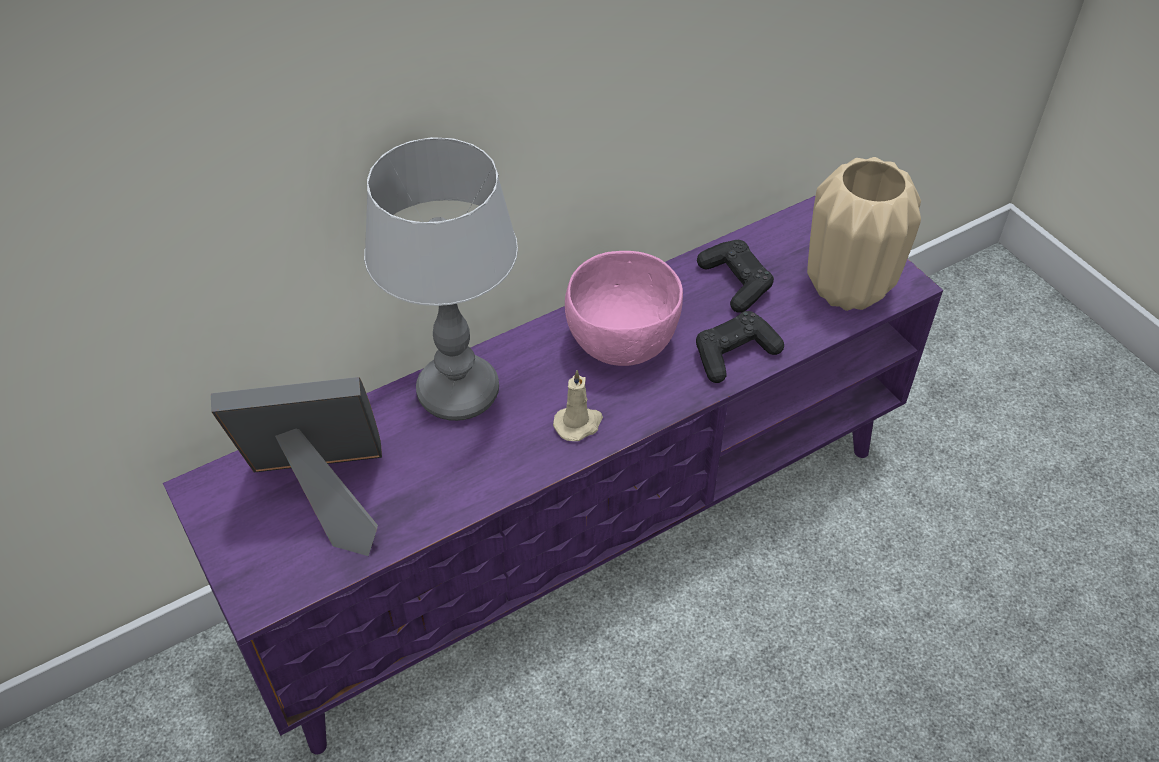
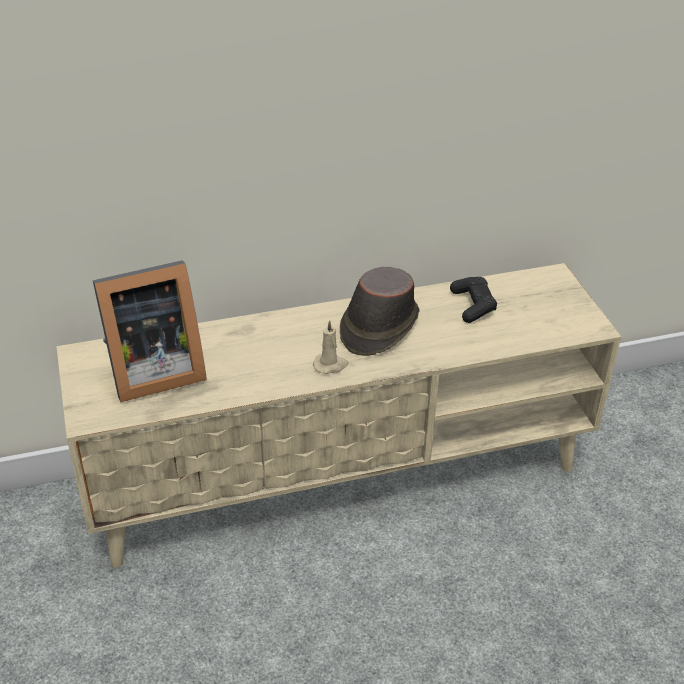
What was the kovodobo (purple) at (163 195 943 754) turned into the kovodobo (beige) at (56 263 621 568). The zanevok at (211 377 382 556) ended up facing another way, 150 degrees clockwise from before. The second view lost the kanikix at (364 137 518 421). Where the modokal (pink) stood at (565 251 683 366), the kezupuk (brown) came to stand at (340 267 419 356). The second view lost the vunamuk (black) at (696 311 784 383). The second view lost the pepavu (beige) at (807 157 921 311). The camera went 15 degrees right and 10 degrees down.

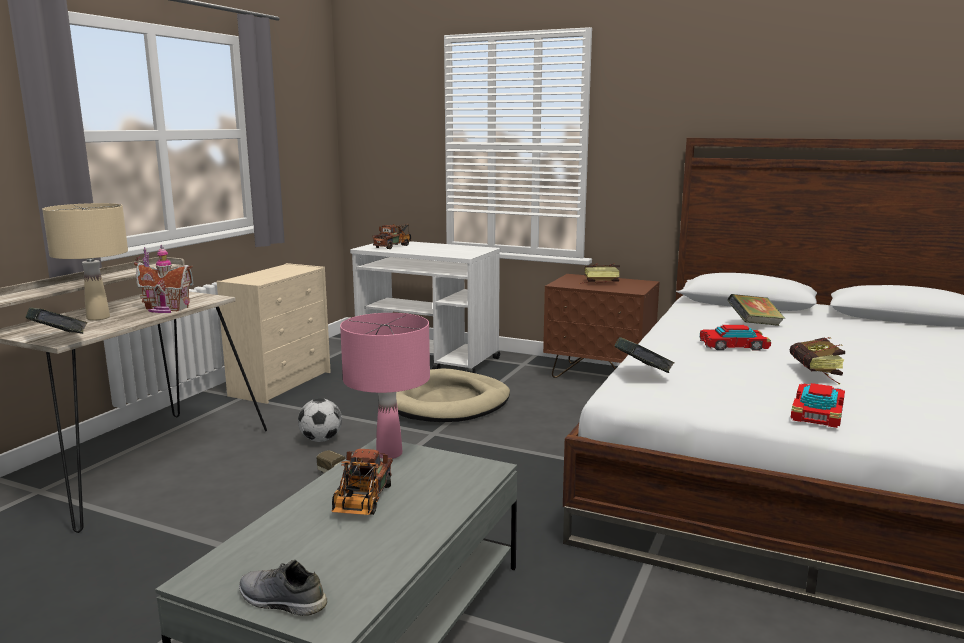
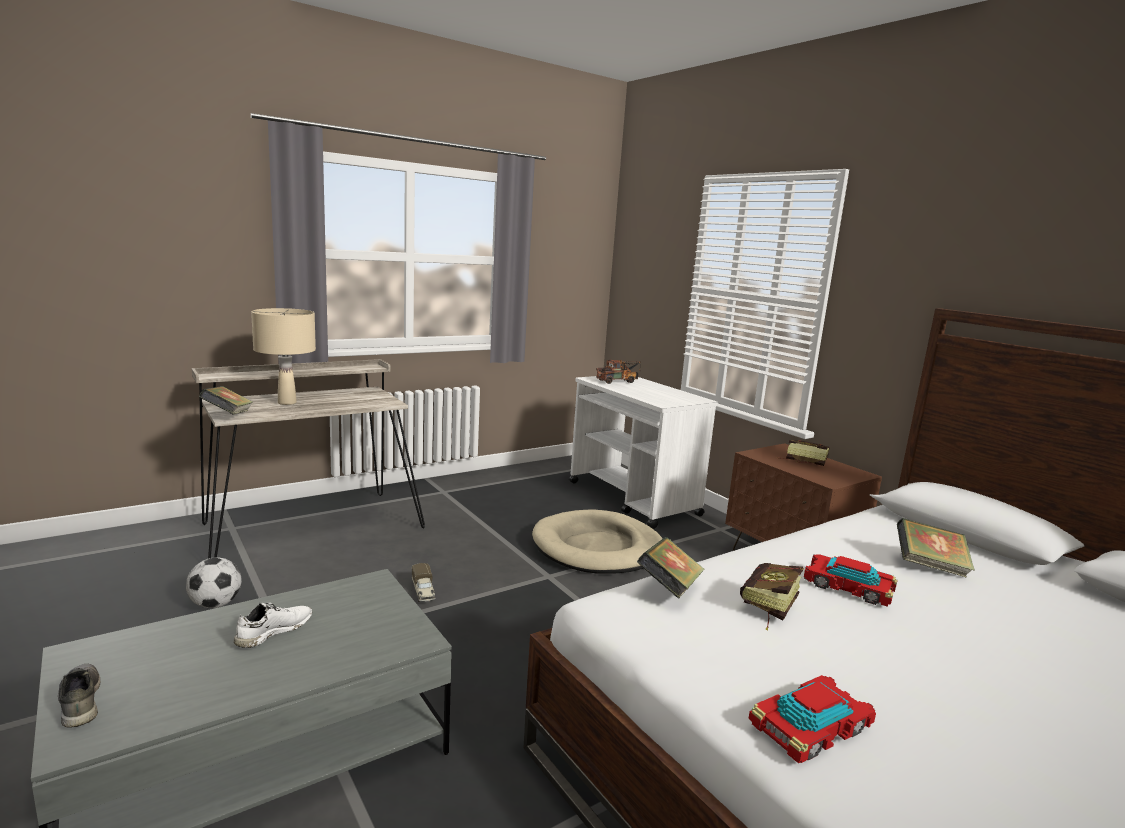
The second view lost the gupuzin at (134 245 194 313). The second view lost the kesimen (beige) at (217 263 331 404). The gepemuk ended up elsewhere, having gone from (298 398 342 442) to (186 557 242 608). Where the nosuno stood at (331 449 393 515), the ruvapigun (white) came to stand at (234 603 312 648). The second view lost the kanikix (pink) at (340 313 430 459). The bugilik ended up elsewhere, having gone from (790 337 845 384) to (740 563 804 630). The camera went 30 degrees right and 0 degrees up.

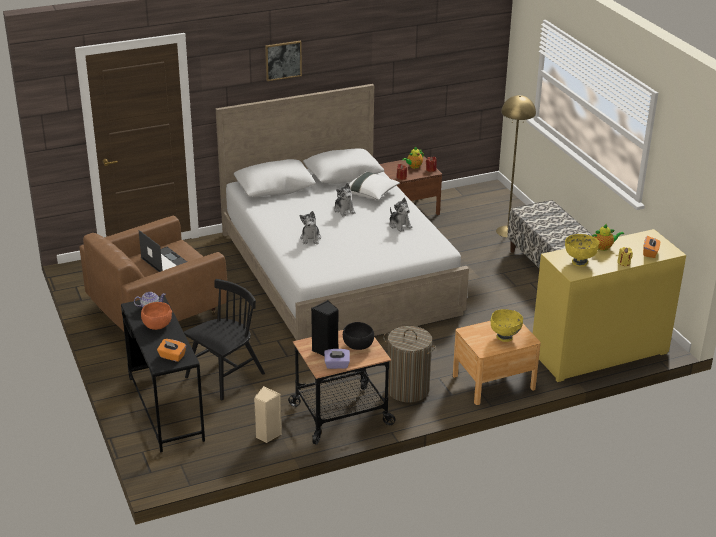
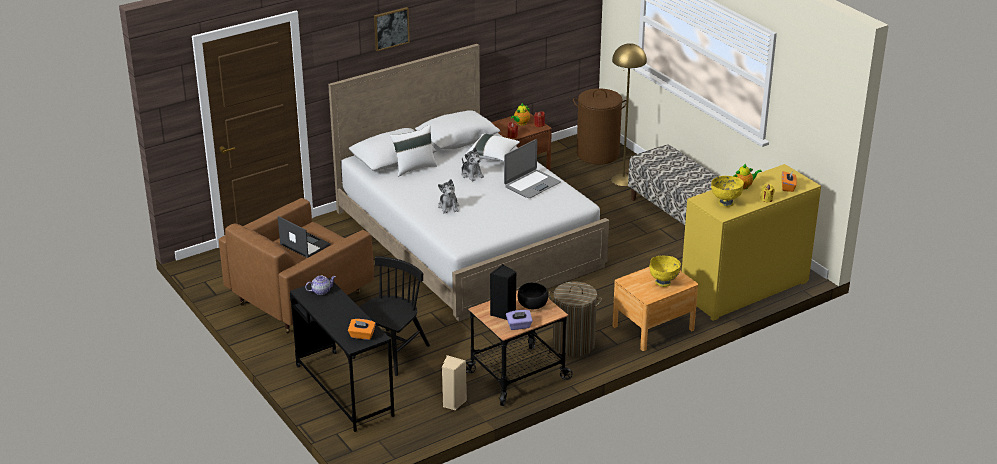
The second view lost the modokal (orange) at (141 302 172 330). Where the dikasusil stood at (389 197 412 232), the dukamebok came to stand at (504 139 561 198). The second view gained the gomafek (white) at (390 124 437 177). The second view gained the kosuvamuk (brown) at (573 88 626 165). The camera went 10 degrees left and 0 degrees up.

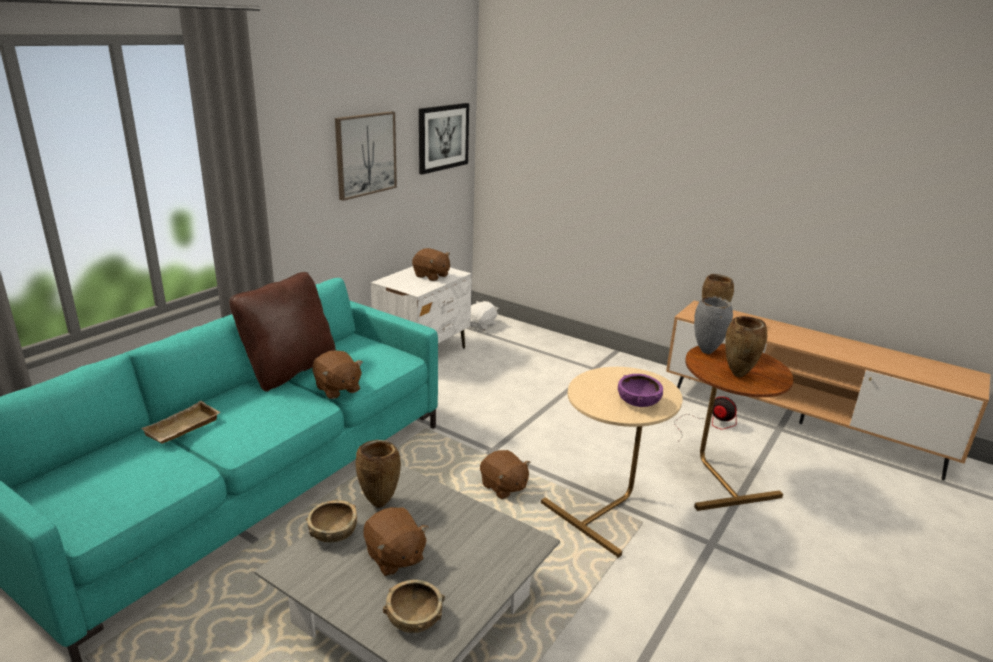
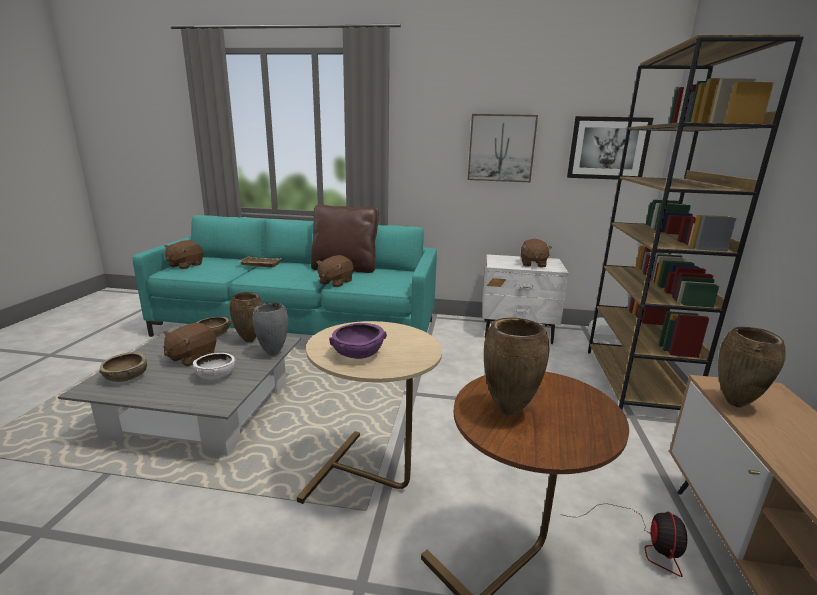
The dikasusil (brown) ended up elsewhere, having gone from (480 450 530 499) to (164 240 203 269). The pepavu (grey) ended up elsewhere, having gone from (694 296 733 354) to (253 303 288 356). The second view gained the modokal (white) at (193 353 236 380). The second view gained the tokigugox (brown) at (588 34 804 410). The camera went 65 degrees right and 5 degrees down.

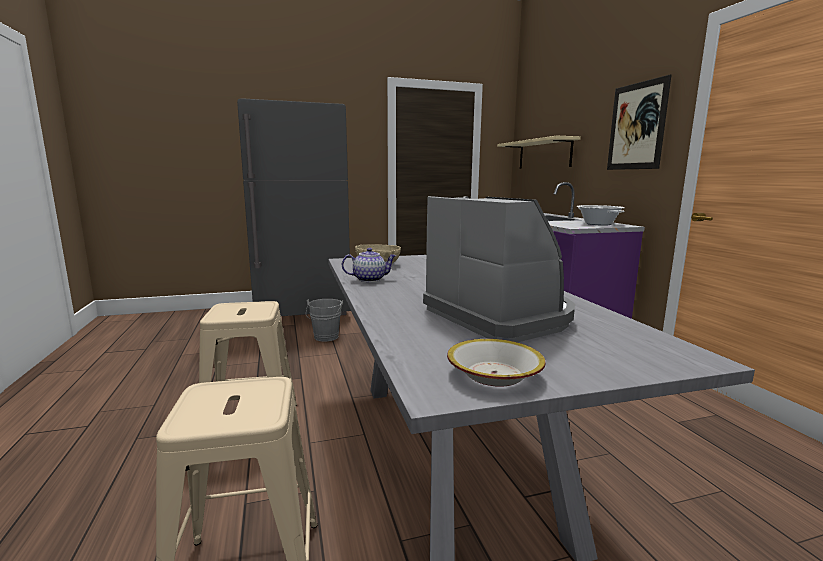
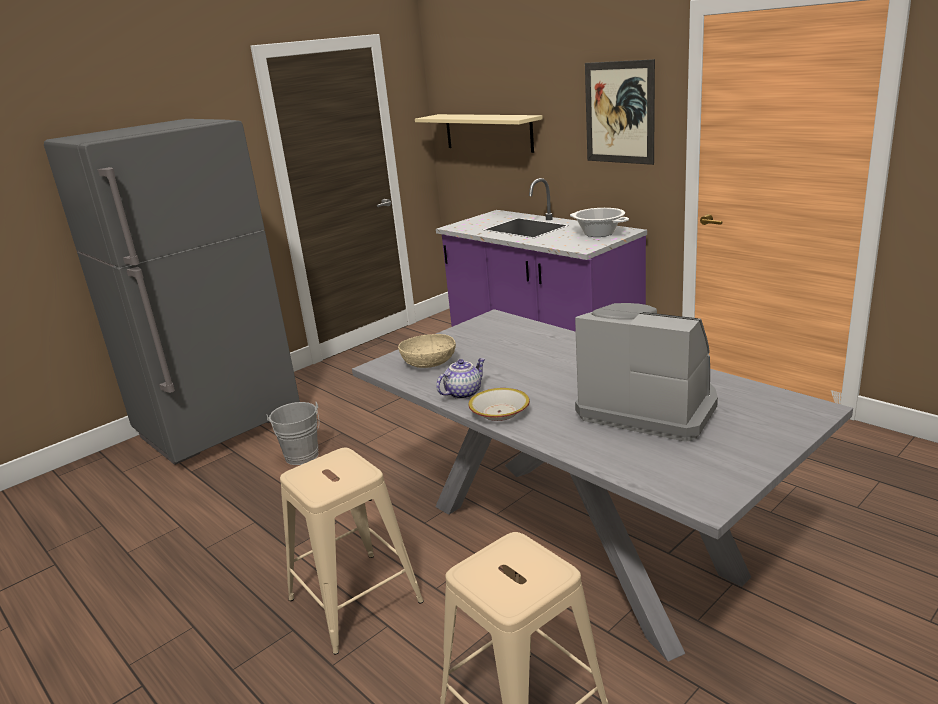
The modokal ended up elsewhere, having gone from (447 339 546 387) to (469 388 530 421). The camera went 25 degrees left and 10 degrees up.

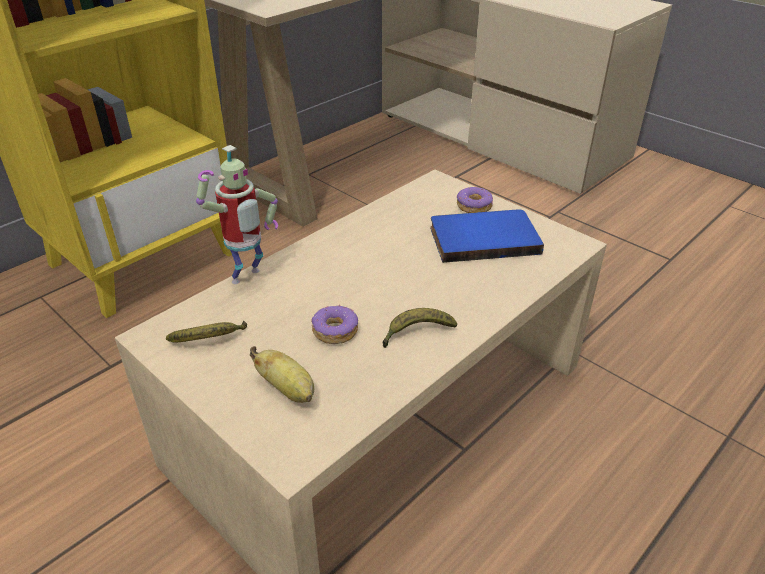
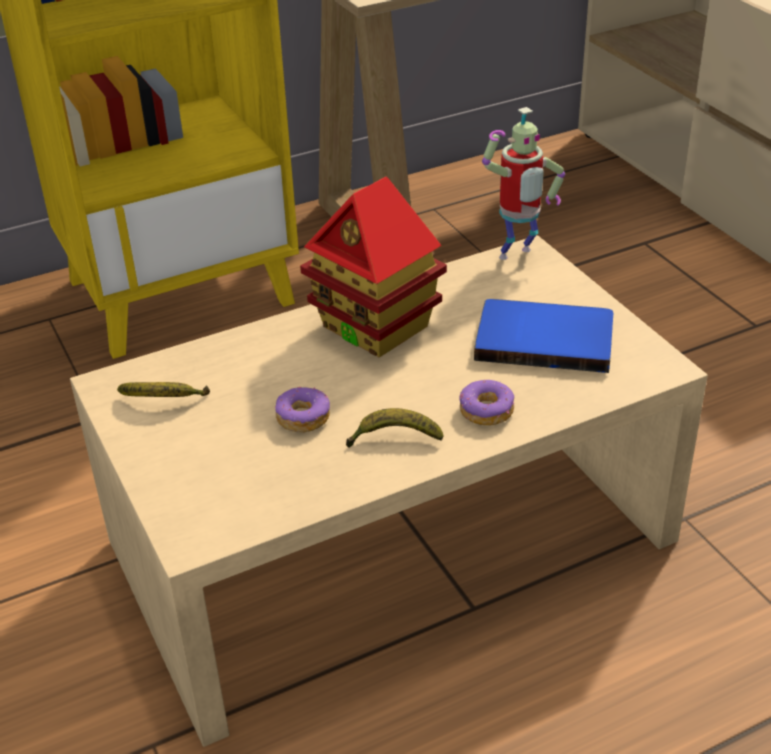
The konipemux ended up elsewhere, having gone from (196 145 278 284) to (482 107 565 260). The second view lost the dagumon at (250 346 314 403). The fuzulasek ended up elsewhere, having gone from (457 187 494 213) to (459 380 514 425). The second view gained the gupuzin at (300 177 447 357). The camera went 20 degrees right and 0 degrees up.

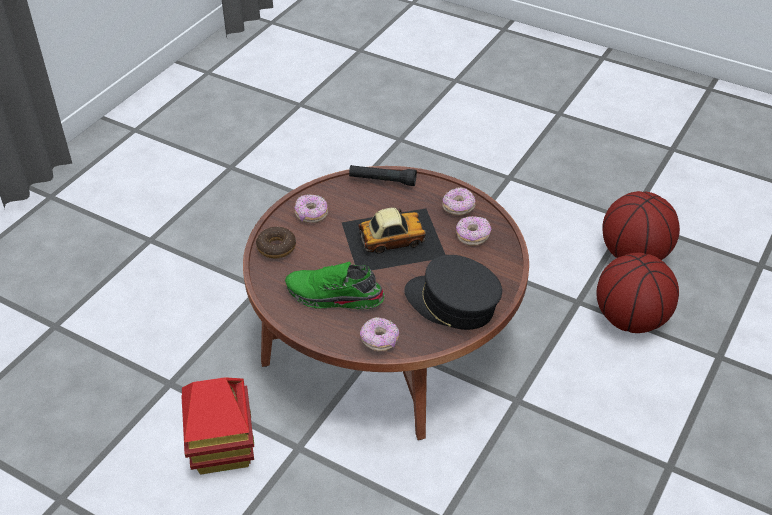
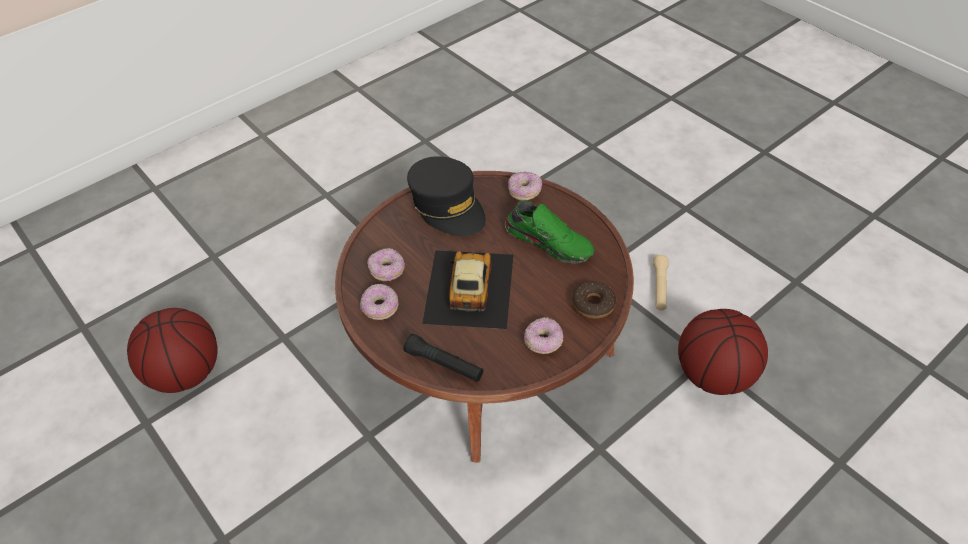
Where the gupuzin stood at (181 377 254 474), the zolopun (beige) came to stand at (653 255 669 310). The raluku at (341 207 445 271) ended up facing another way, 90 degrees clockwise from before. The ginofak ended up elsewhere, having gone from (596 253 679 333) to (678 309 768 395). The camera went 160 degrees left and 5 degrees up.

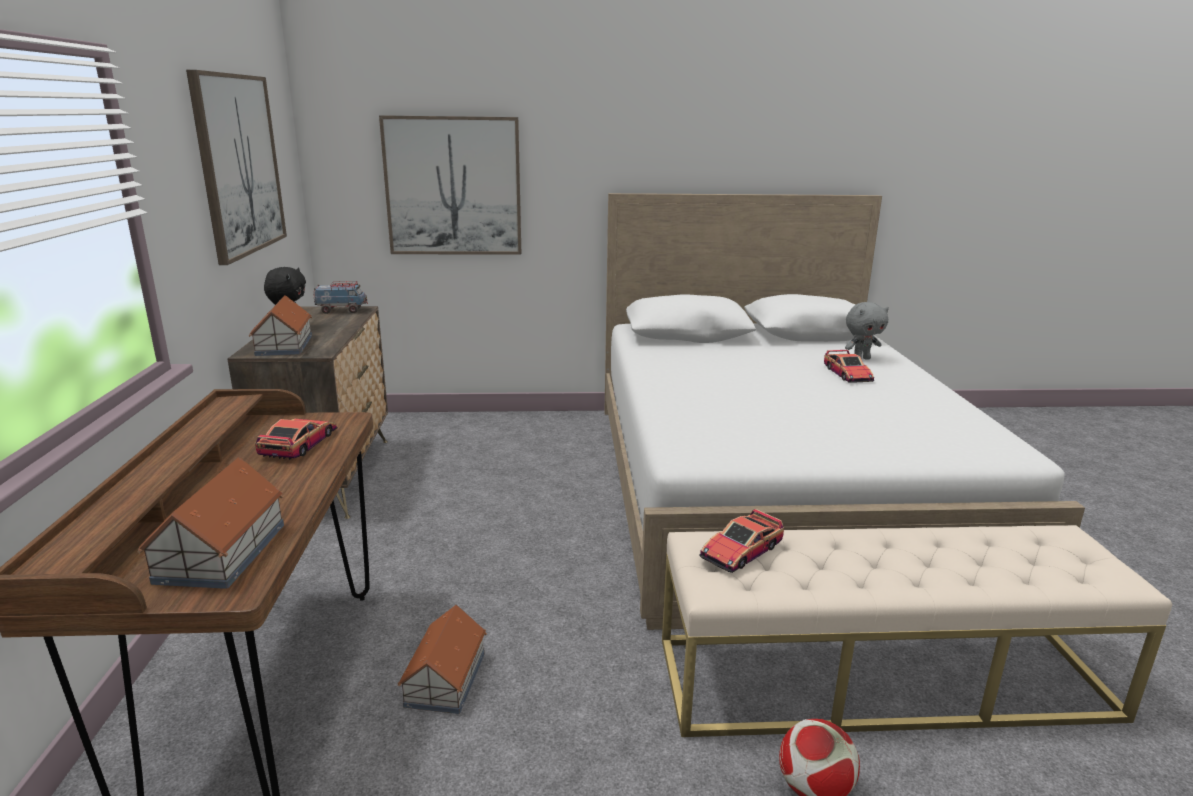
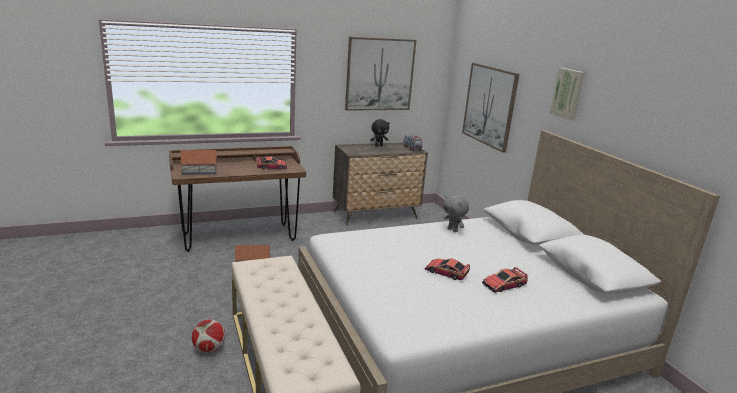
The second view lost the gupuzin at (249 295 312 356). The raluku ended up elsewhere, having gone from (699 509 784 573) to (425 258 470 280). The dikasusil (grey) ended up elsewhere, having gone from (845 302 889 360) to (443 195 469 232). The second view gained the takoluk at (550 68 585 120). The camera went 70 degrees right and 0 degrees up.

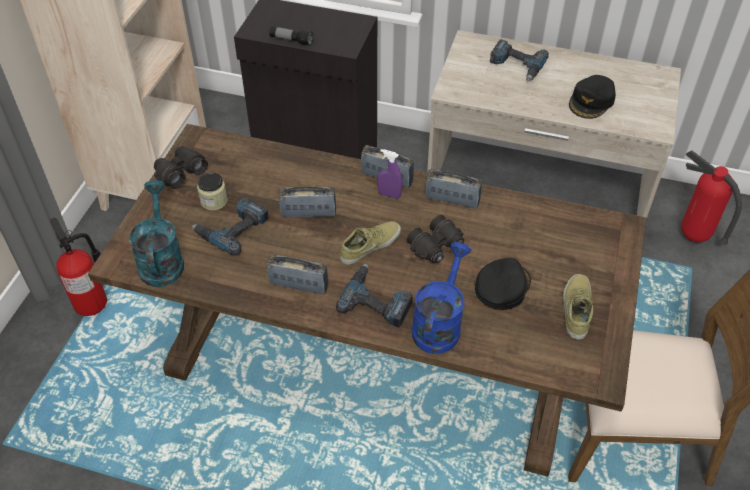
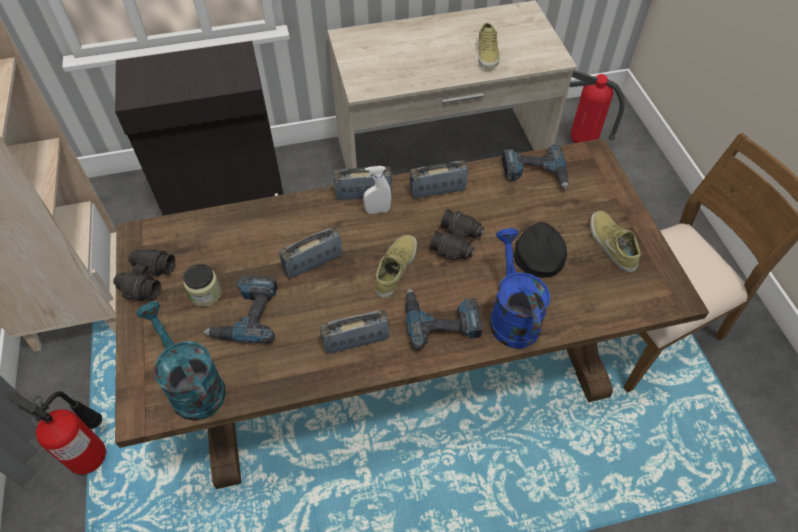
The second view lost the zolopun at (269 26 313 46). What was the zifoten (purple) at (377 149 403 199) turned into the zifoten (white) at (363 166 391 214). The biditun ended up elsewhere, having gone from (490 39 549 81) to (502 144 569 190). Where the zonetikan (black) stood at (569 75 616 119), the ruvapigun (beige) came to stand at (478 23 500 68). The camera went 30 degrees left and 5 degrees up.

